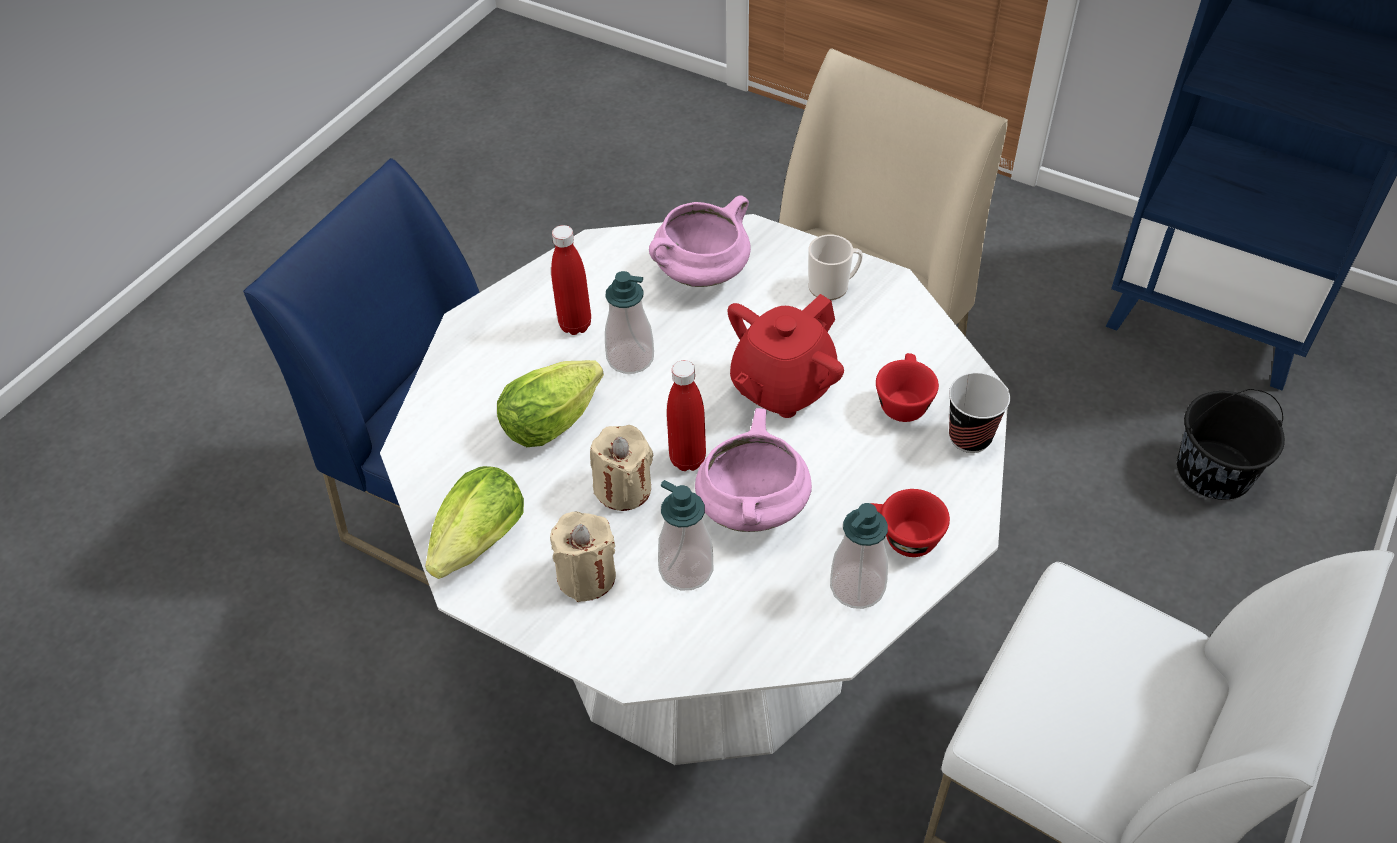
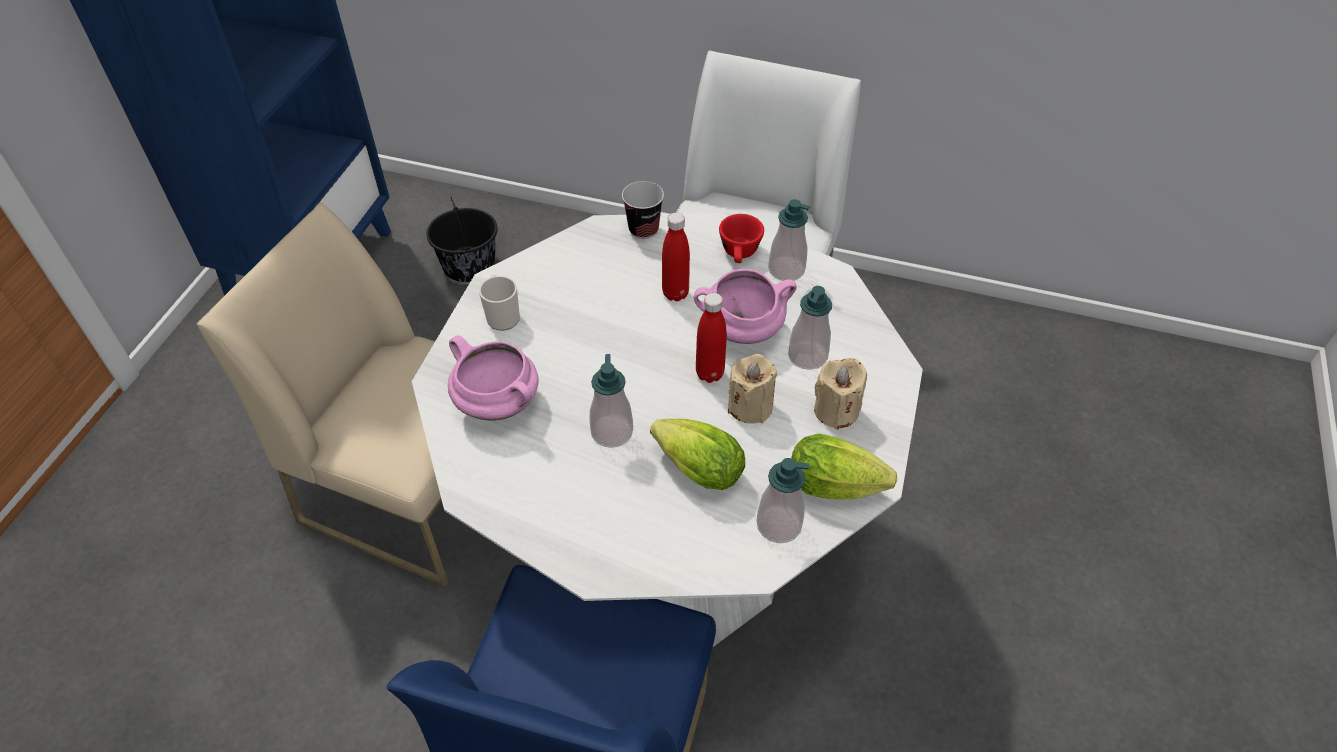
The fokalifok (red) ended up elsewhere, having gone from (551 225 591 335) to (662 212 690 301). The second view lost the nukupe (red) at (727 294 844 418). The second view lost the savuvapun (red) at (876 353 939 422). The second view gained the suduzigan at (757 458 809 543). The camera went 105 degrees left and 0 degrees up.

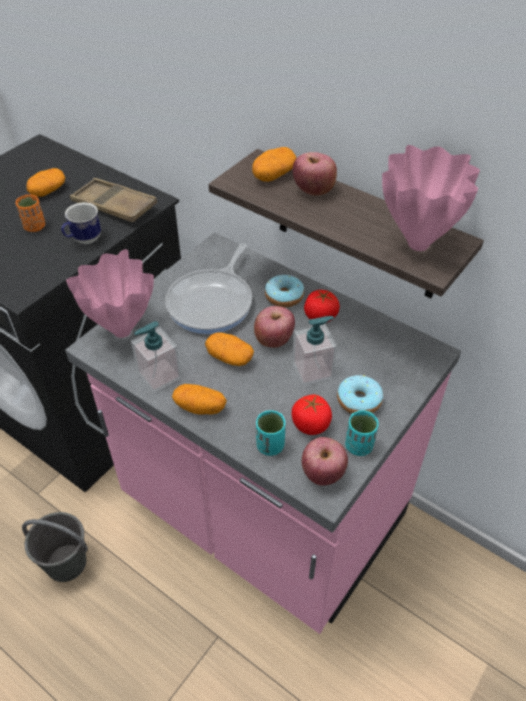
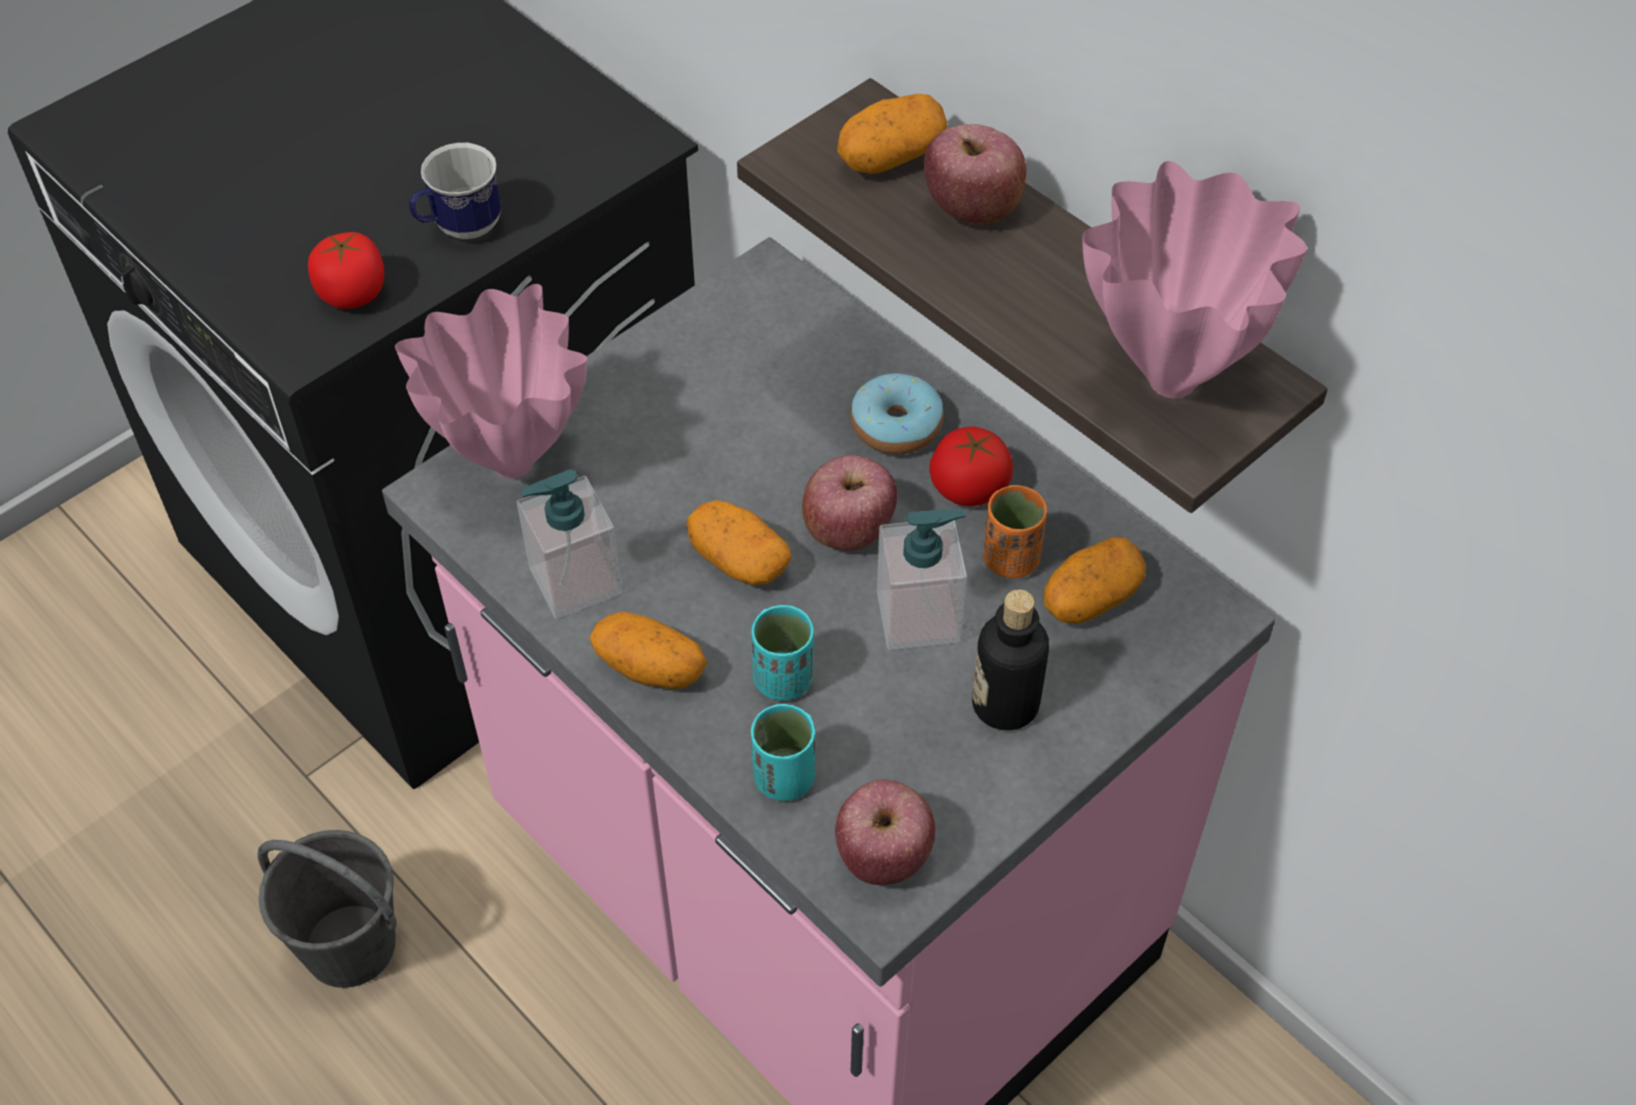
The savuvapun (orange) ended up elsewhere, having gone from (16 194 45 232) to (983 485 1047 578). The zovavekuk ended up elsewhere, having gone from (27 168 65 197) to (1043 537 1146 624). The second view lost the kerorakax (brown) at (70 178 157 222). The second view lost the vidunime at (165 243 252 334). The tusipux ended up elsewhere, having gone from (291 394 332 435) to (308 232 384 309). Where the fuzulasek stood at (337 375 383 414), the fokalifok came to stand at (972 589 1049 730). The savuvapun (turquoise) ended up elsewhere, having gone from (345 410 379 456) to (751 605 814 701). The camera went 10 degrees right and 5 degrees up.

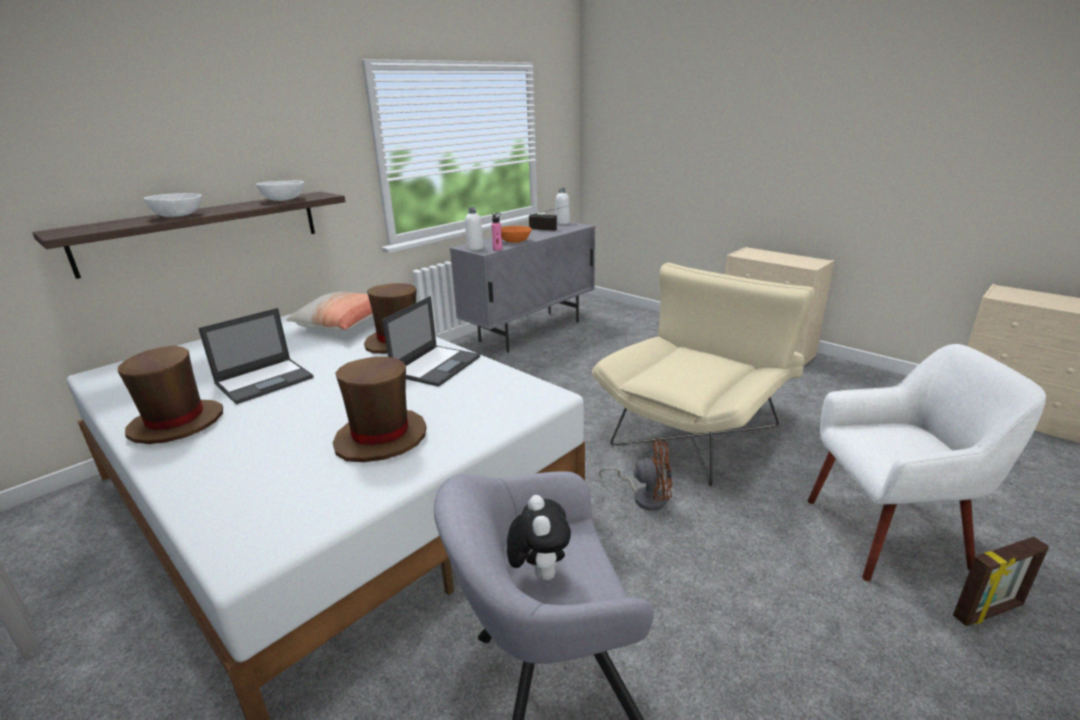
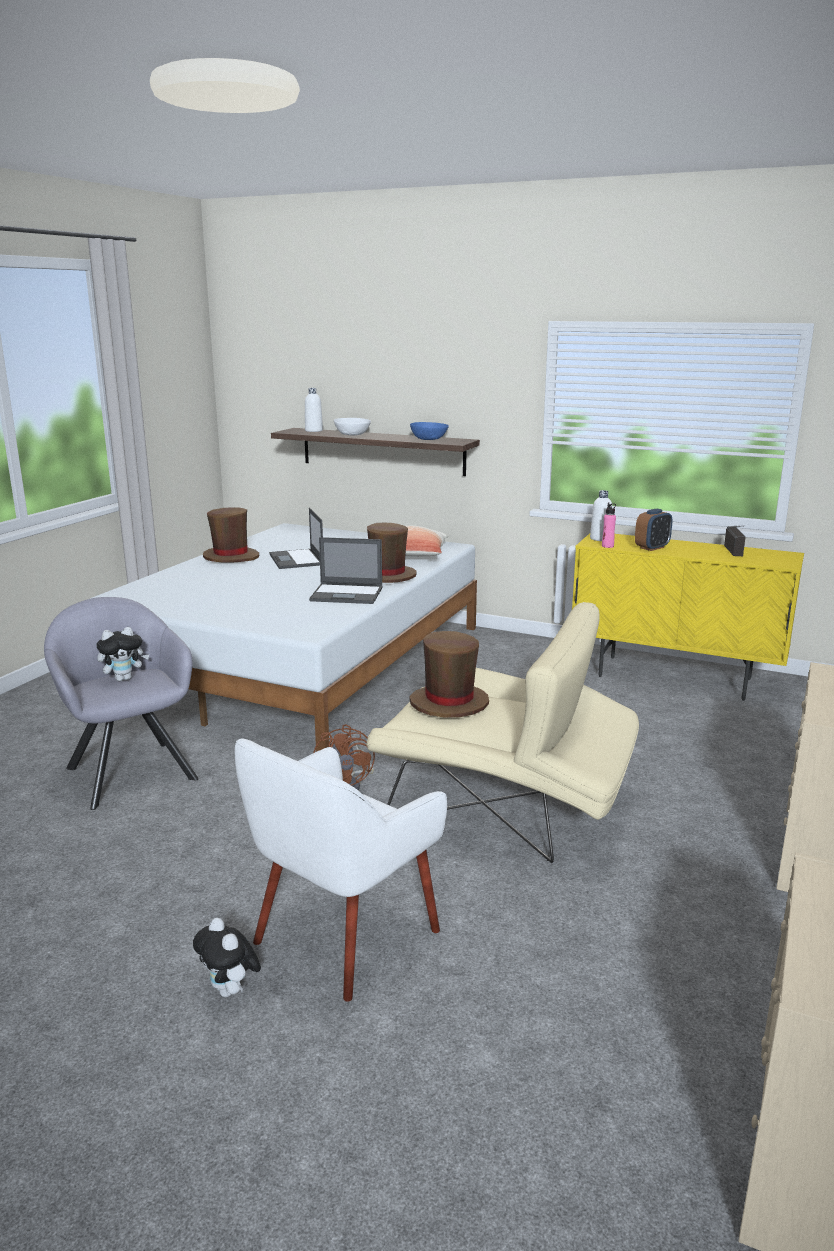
The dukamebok at (198 308 313 404) ended up facing another way, 45 degrees clockwise from before. What was the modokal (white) at (256 180 304 201) turned into the modokal (blue) at (410 422 449 440). The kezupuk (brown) ended up elsewhere, having gone from (333 357 426 462) to (409 631 489 718). What was the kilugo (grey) at (450 222 595 353) turned into the kilugo (yellow) at (572 533 804 701). Where the modokal (orange) stood at (501 226 532 243), the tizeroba came to stand at (635 509 673 551). The fokalifok (white) ended up elsewhere, having gone from (555 188 570 225) to (305 388 323 432). The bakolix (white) at (808 344 1046 581) ended up facing another way, 60 degrees clockwise from before. Where the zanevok stood at (953 537 1049 626), the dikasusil came to stand at (193 918 261 997). The camera went 70 degrees right and 5 degrees down.

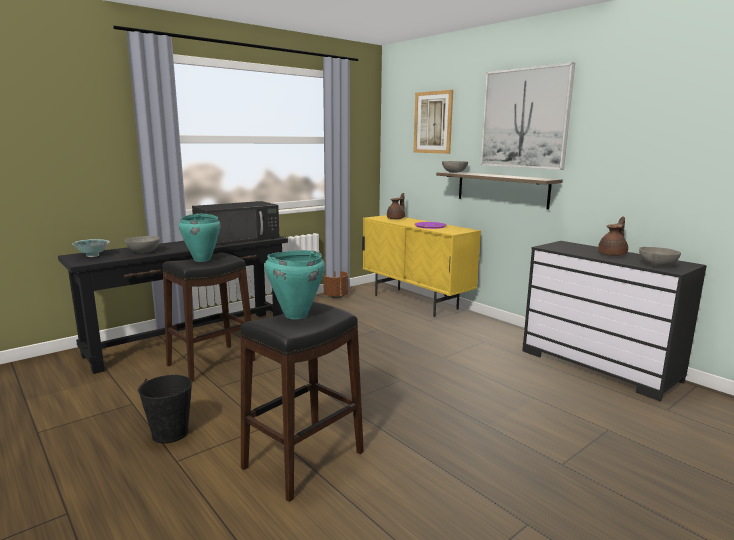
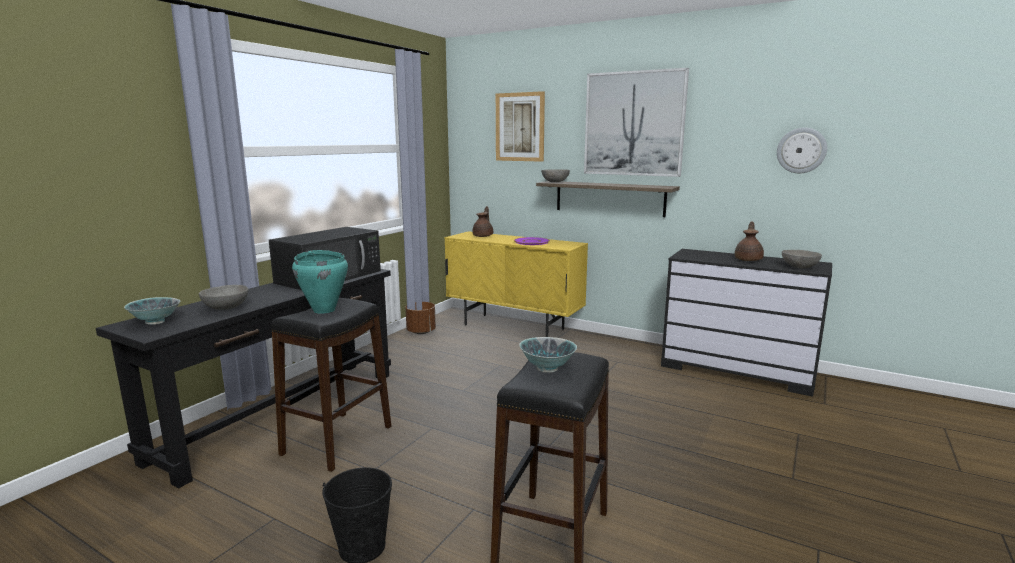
Where the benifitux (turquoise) stood at (265 250 325 319), the modokal came to stand at (519 337 577 373). The second view gained the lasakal at (777 127 827 173). The camera went 20 degrees left and 0 degrees up.

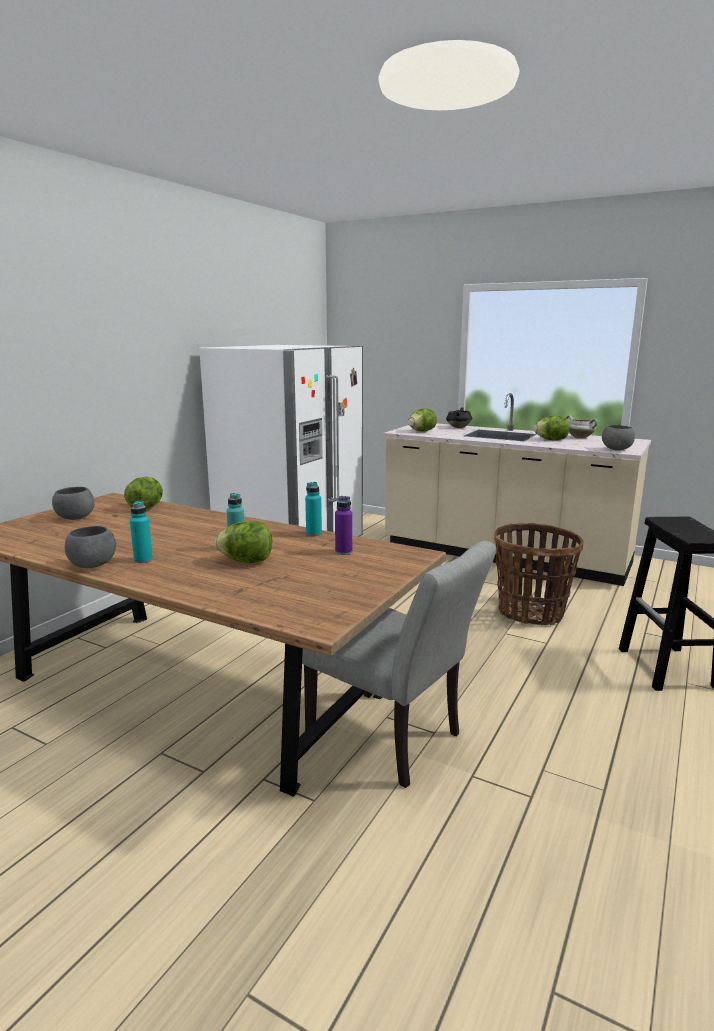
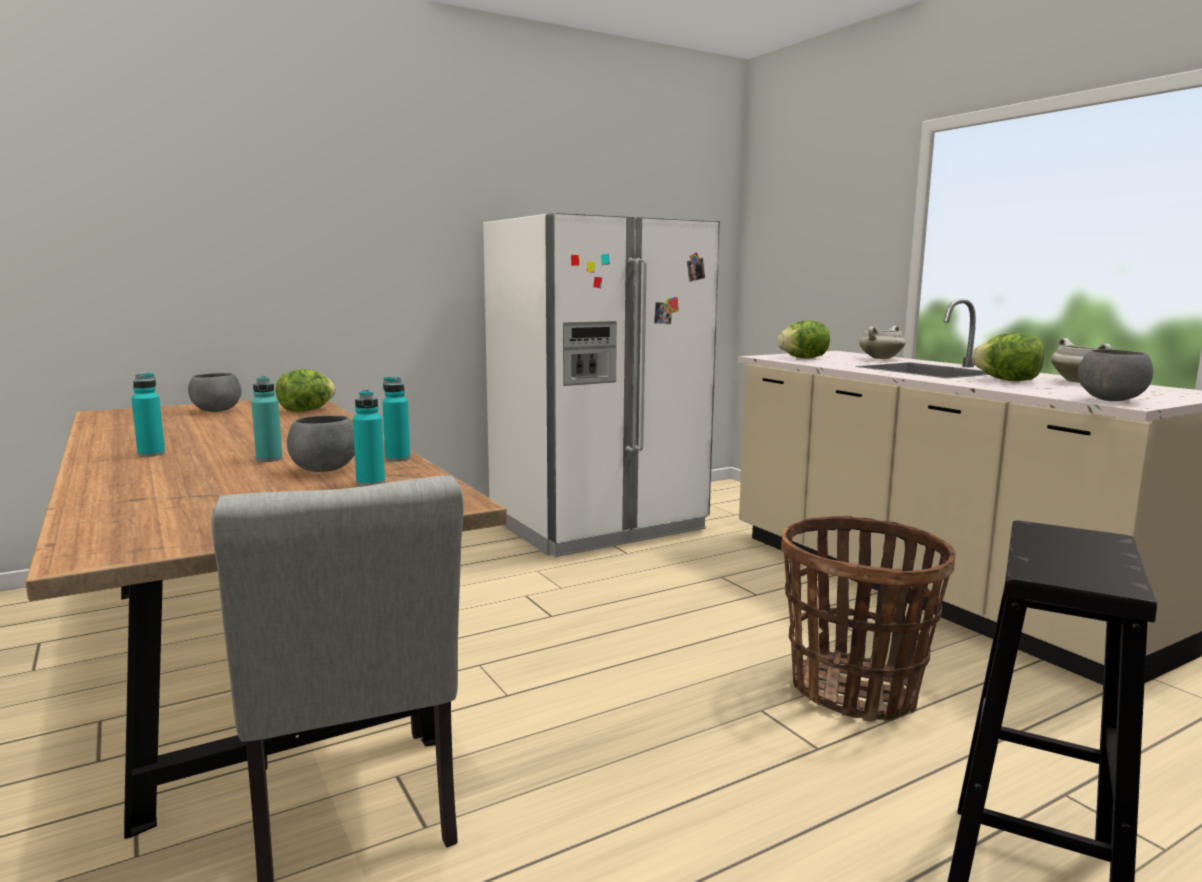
The modokal (grey) ended up elsewhere, having gone from (65 526 116 568) to (287 415 355 472). The second view lost the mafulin at (215 521 272 563). What was the fokalifok (purple) at (335 496 352 555) turned into the fokalifok (turquoise) at (353 390 385 486). What was the benifitux (black) at (446 407 472 428) turned into the benifitux (white) at (859 326 906 359). The camera went 30 degrees right and 5 degrees down.

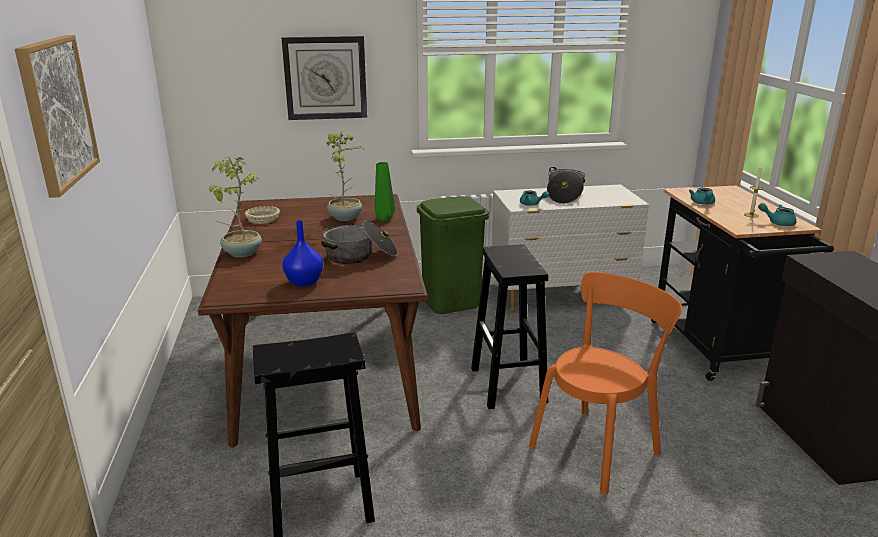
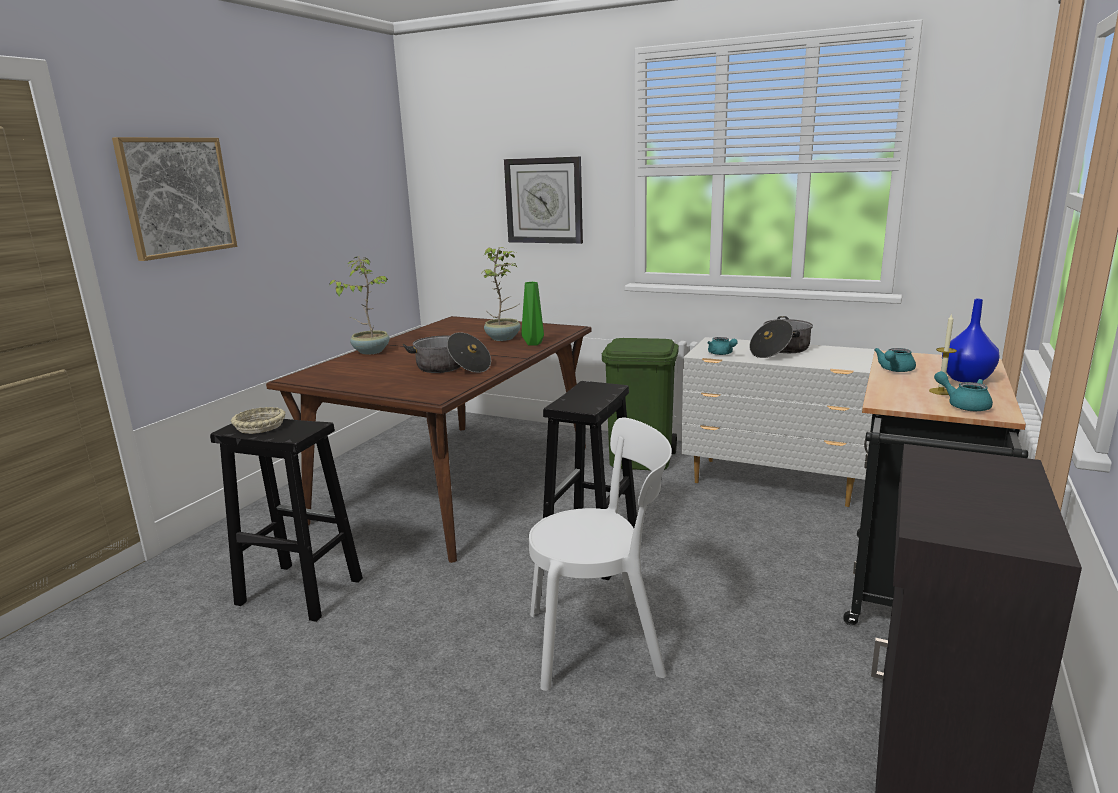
The modokal (beige) ended up elsewhere, having gone from (244 206 280 224) to (231 407 285 434). The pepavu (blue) ended up elsewhere, having gone from (282 220 323 287) to (942 299 999 383). What was the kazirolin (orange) at (529 272 682 495) turned into the kazirolin (white) at (529 417 672 691). The camera went 35 degrees right and 5 degrees down.

